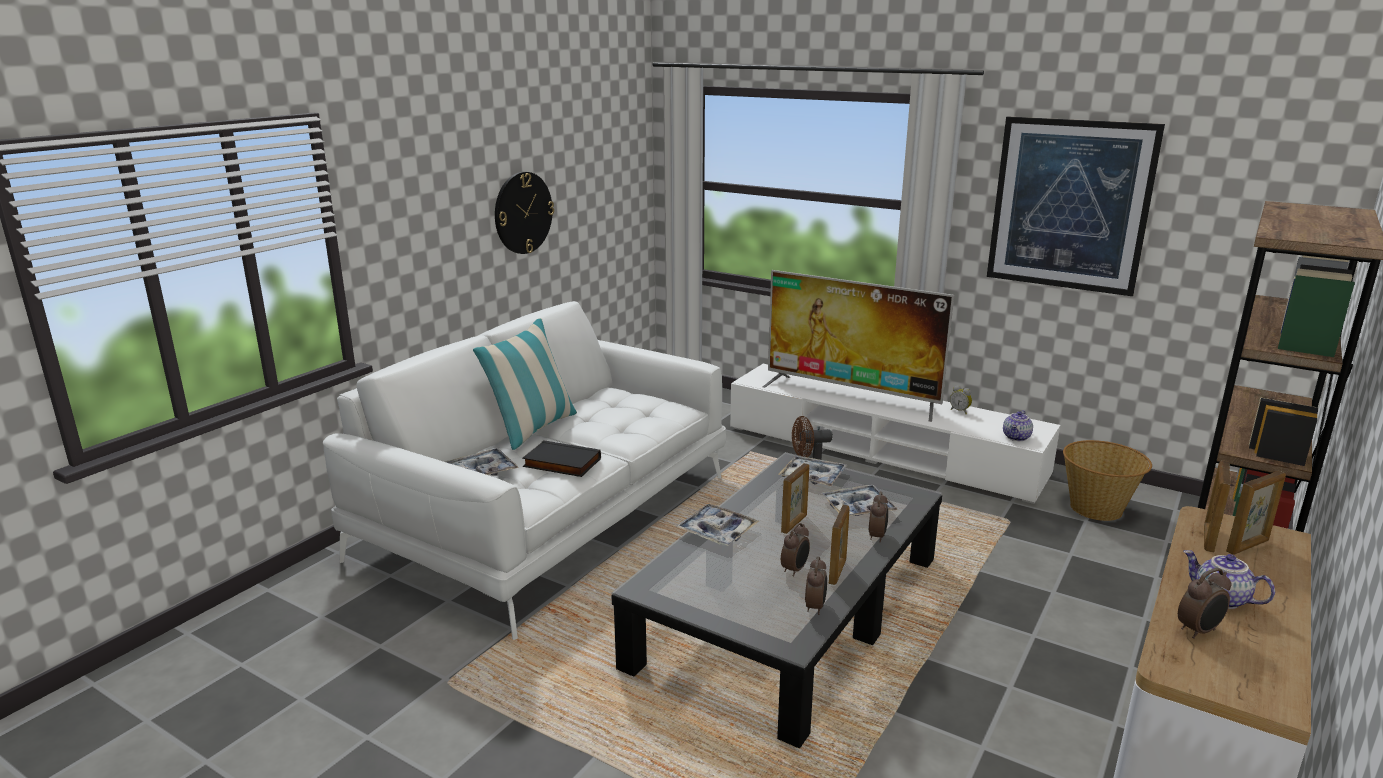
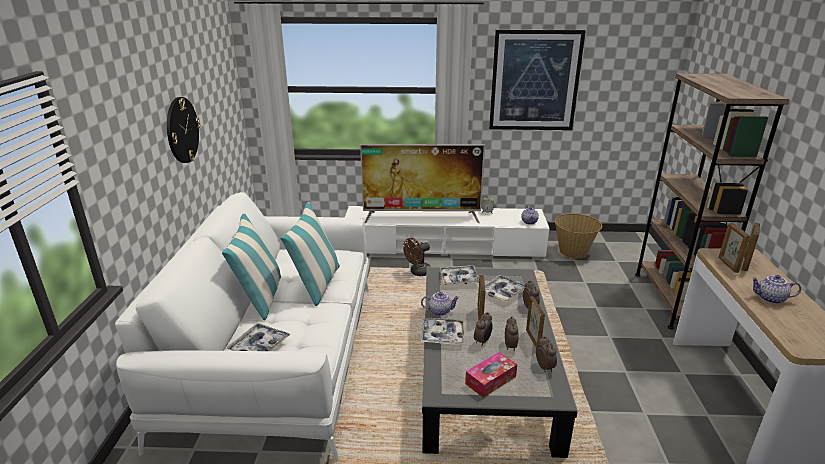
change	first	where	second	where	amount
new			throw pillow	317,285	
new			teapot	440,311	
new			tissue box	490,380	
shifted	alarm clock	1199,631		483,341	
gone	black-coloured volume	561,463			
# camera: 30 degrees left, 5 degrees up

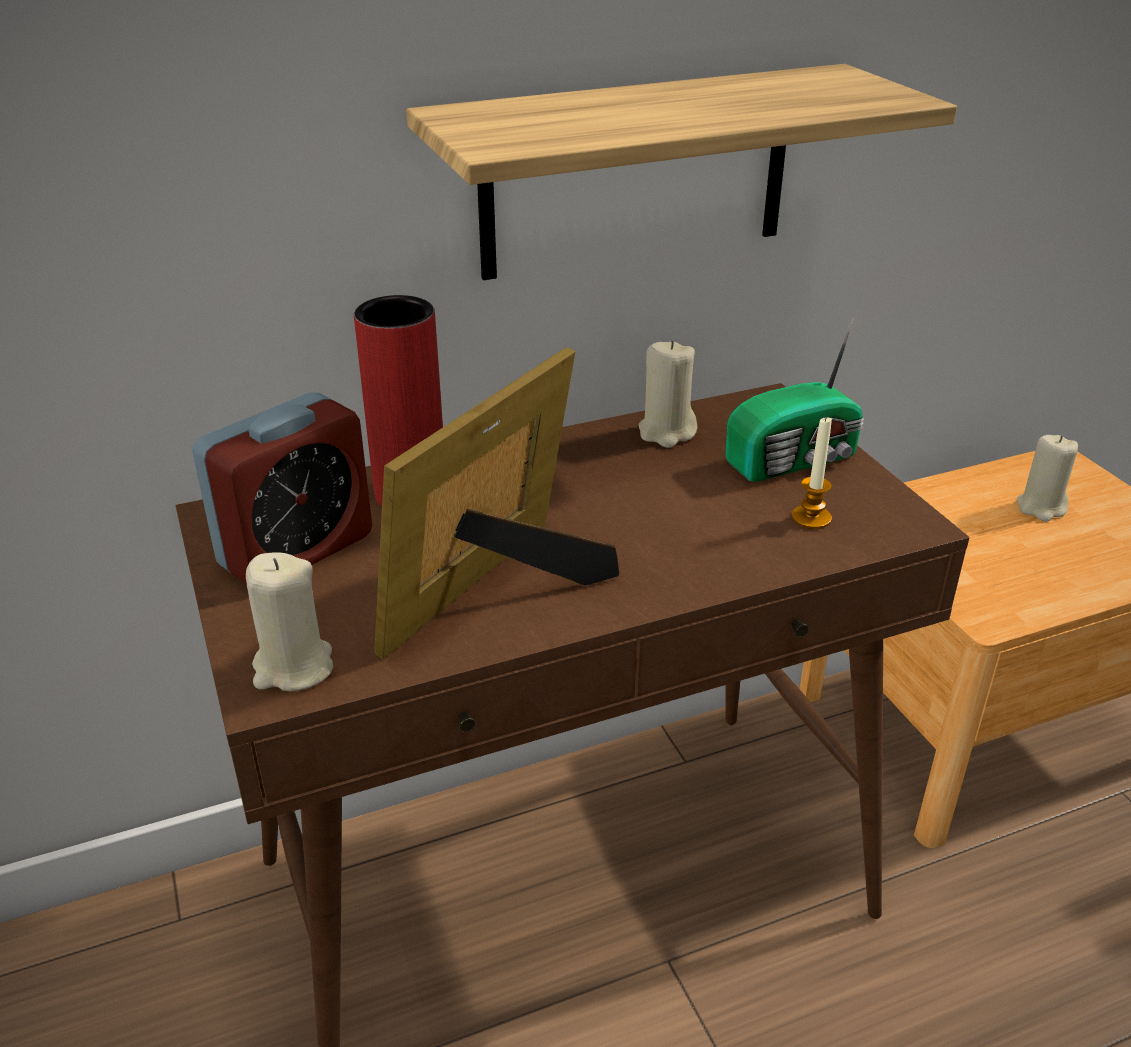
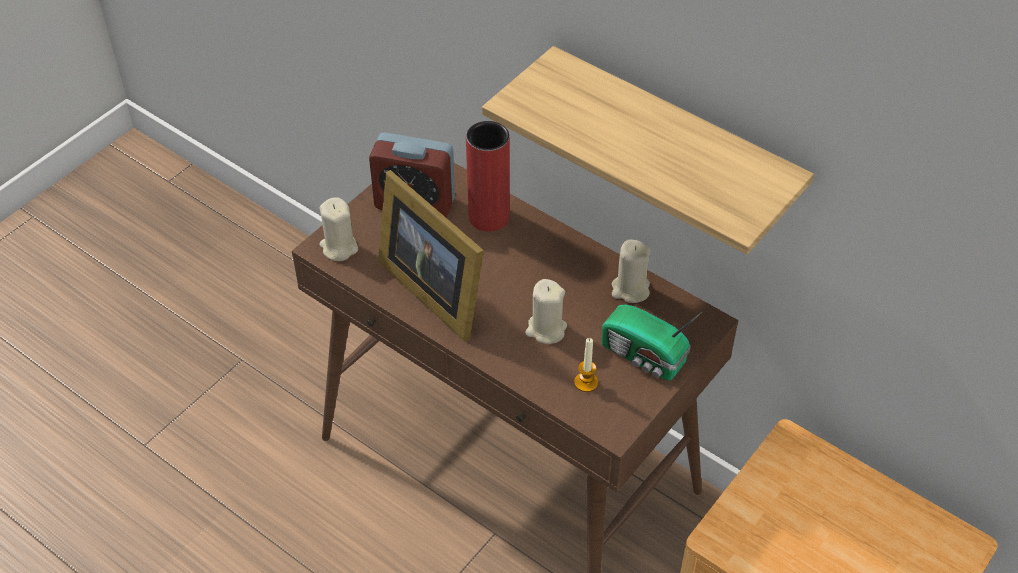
change	first	where	second	where	amount
rotated	photo frame	499,592		434,287	135 degrees counterclockwise
shifted	beige-coloured wax light	1041,507		546,329	
# camera: 60 degrees right, 15 degrees up

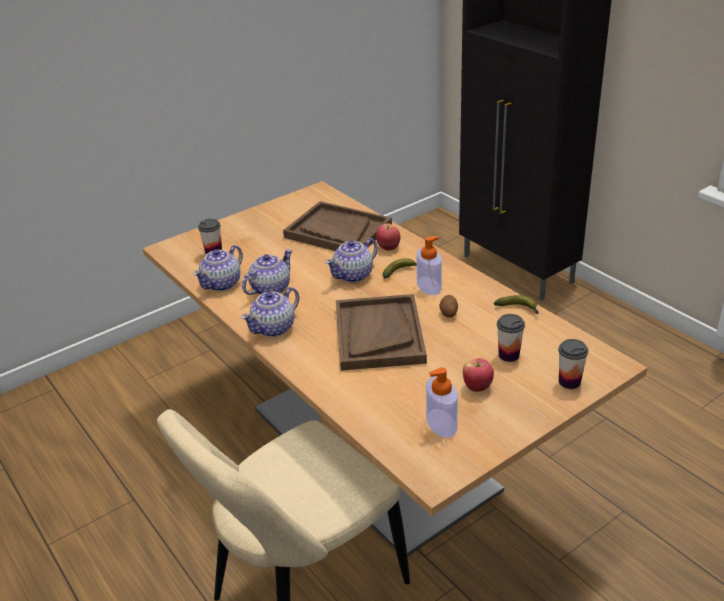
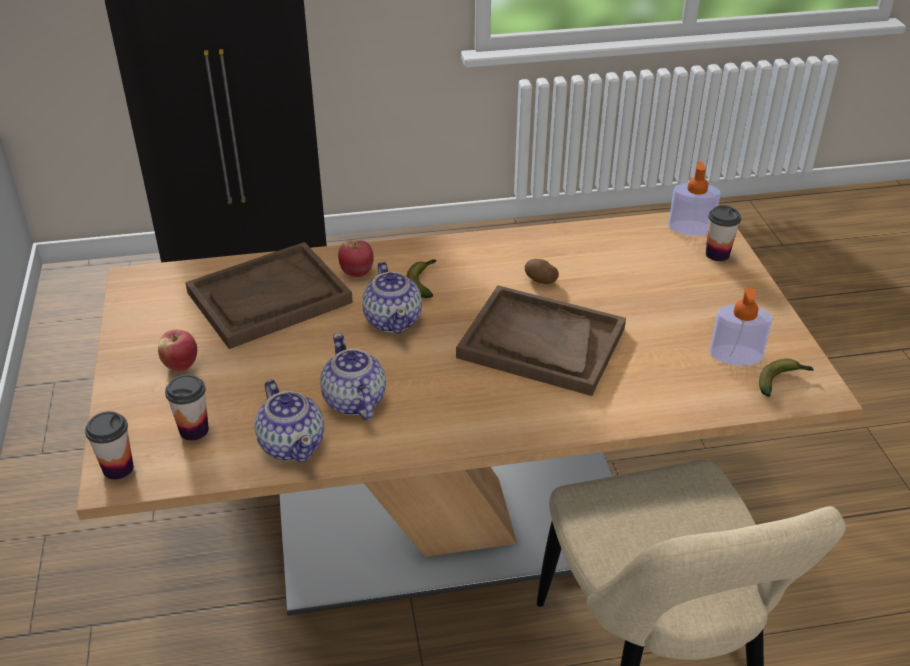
change	first	where	second	where	amount
shifted	cup	508,355		118,468	
shifted	whole apple	477,387		181,365	
shifted	soap dispenser	429,286		690,228	
shifted	banana fruit	519,309		782,381	
gone	teapot	274,328			
# camera: 65 degrees left, 5 degrees up

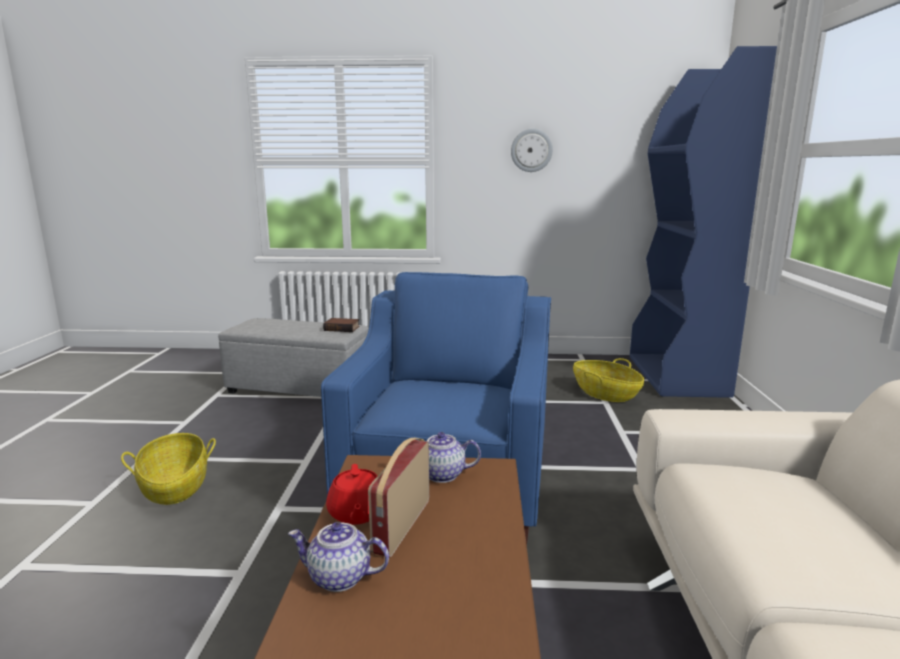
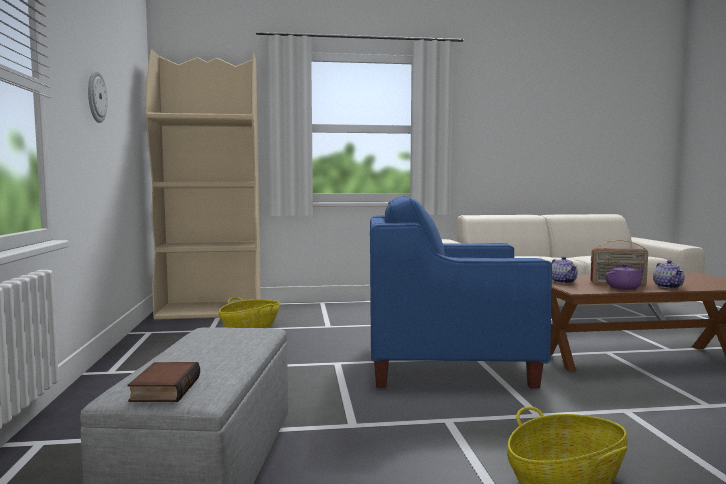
change	first	where	second	where	amount
shifted	volume	342,328		164,388	
repainted	bluish bookcase	677,376	beige-coloured bookcase	211,311	
repainted	reddish teapot	357,513	purple-coloured teapot	624,288	
# camera: 100 degrees left, 10 degrees down

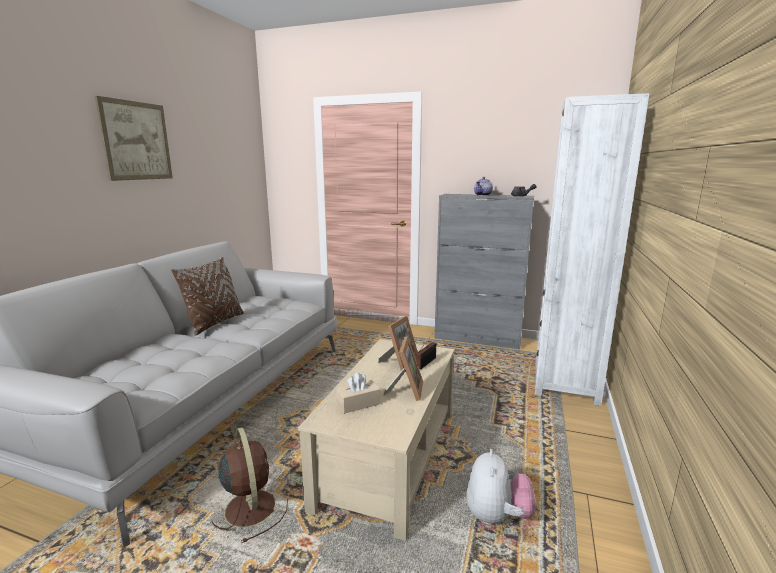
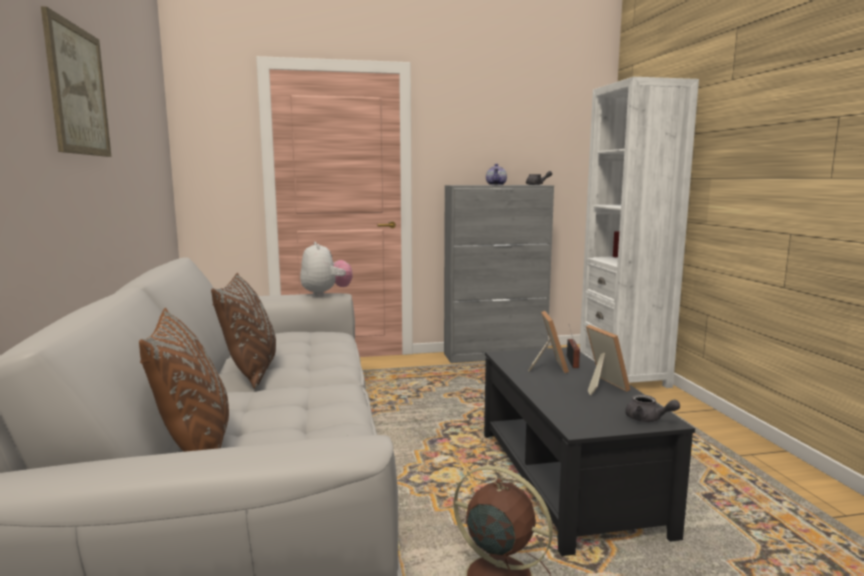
change	first	where	second	where	amount
new			brown throw pillow	195,447	
shifted	soft toy	497,516		326,294	
repainted	beige-coloured coffee table	388,456	black-coloured coffee table	564,479	
new			gray teapot	648,419	
gone	beige-coloured tissue box	358,403			
# camera: 30 degrees left, 5 degrees down

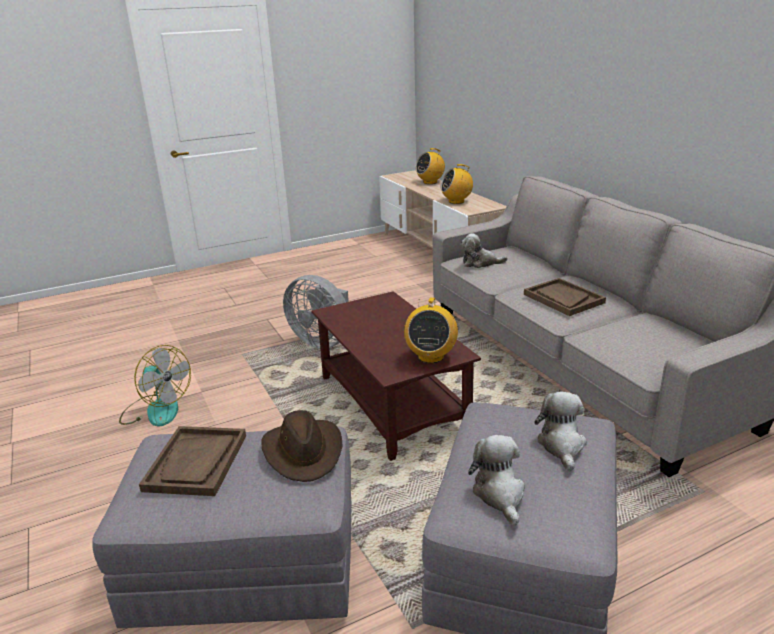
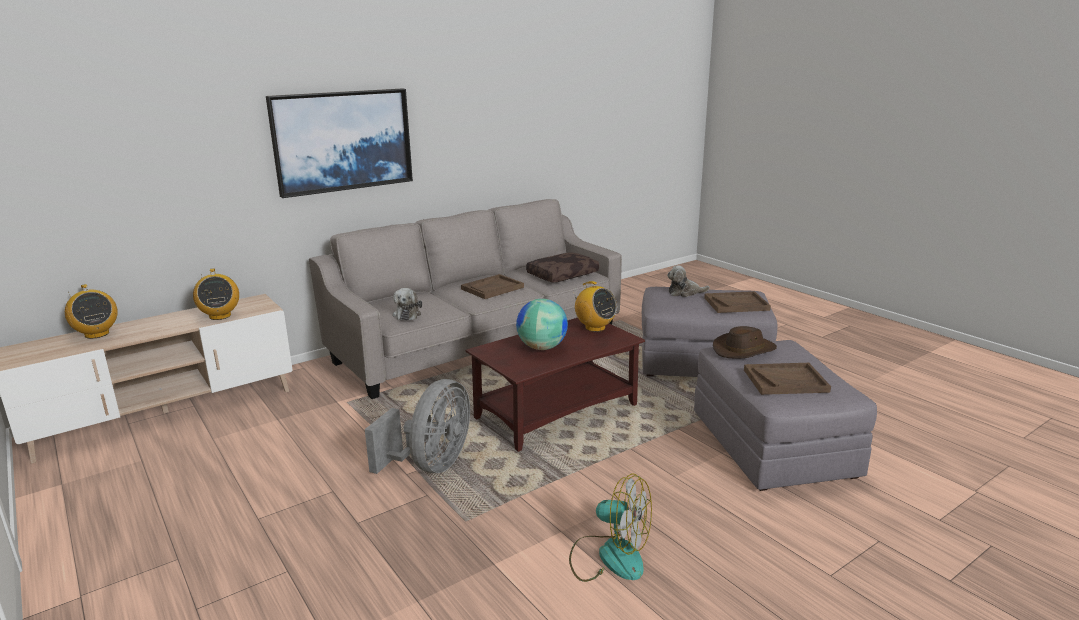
change	first	where	second	where	amount
new			wall picture	342,141	
new			world globe	541,347	
new			brown throw pillow	562,274	
rotated	electric fan	156,410		609,556	90 degrees clockwise
rotated	radio	430,356		594,327	45 degrees clockwise
swapped	soft toy	499,494	brown serving tray	736,304	
# camera: 100 degrees left, 5 degrees down

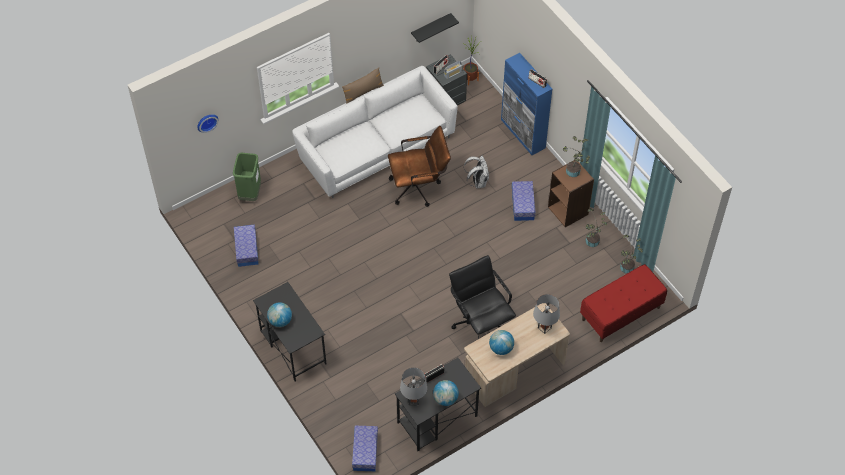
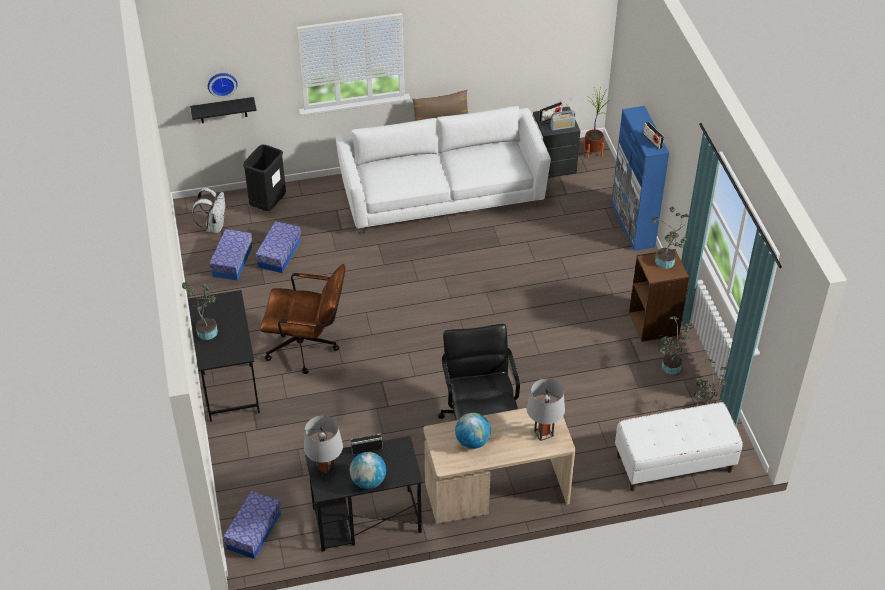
change	first	where	second	where	amount
swapped	world globe	280,321	plant in a pot	207,330	
shifted	black-coloured bracket shelf	430,28		223,110	
shifted	whitish knapsack	477,182		214,227	
repainted	green trash can	250,193	black-coloured trash can	268,204	
shifted	storage box	522,205		279,254	
shifted	brown computer chair	419,187		308,347	
repainted	reddish bench	621,313	whitish bench	673,464	
# camera: 20 degrees right, 10 degrees down

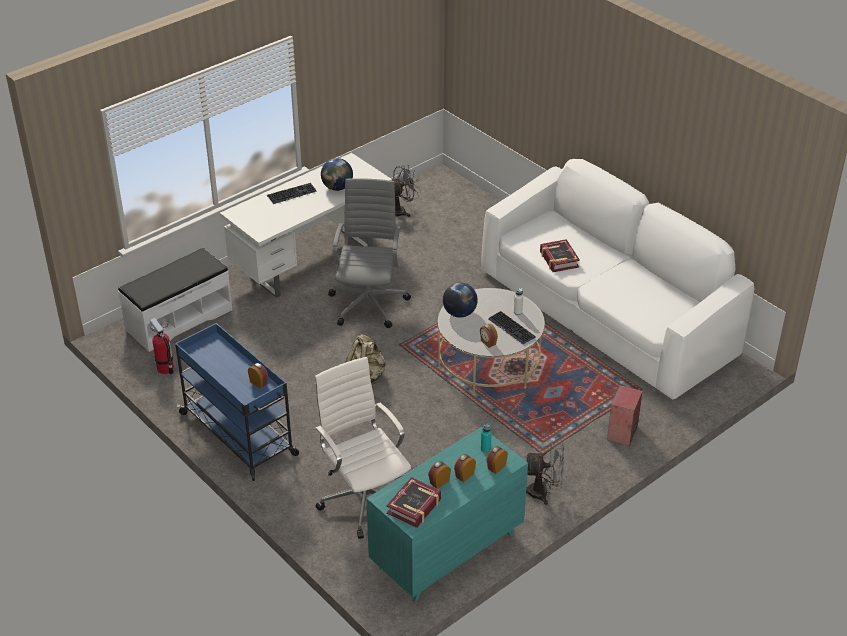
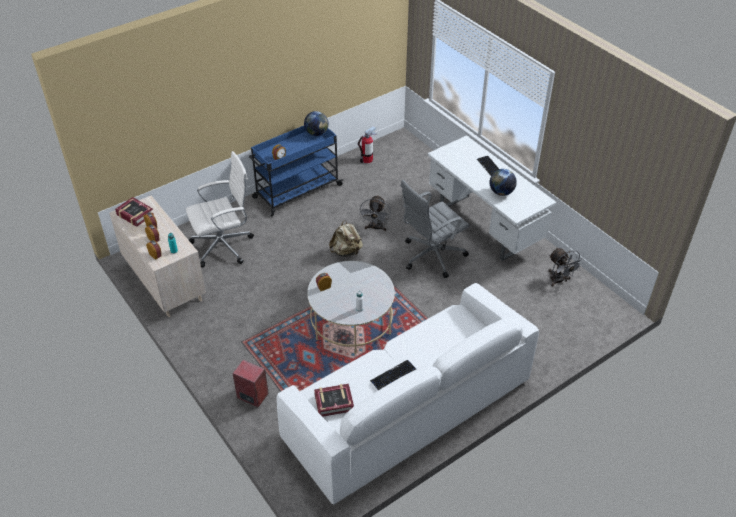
change	first	where	second	where	amount
repainted	turquoise chest of drawers	446,552	beige-coloured chest of drawers	164,281	
shifted	world globe	459,313		316,133	
shifted	volume	558,259		334,402	
shifted	gray electric fan	543,492		375,228	
shifted	computer keyboard	512,328		393,375	
rotated	gray computer chair	369,302		431,256	135 degrees clockwise
gone	whitish bench	179,319			
# camera: 95 degrees right, 5 degrees up

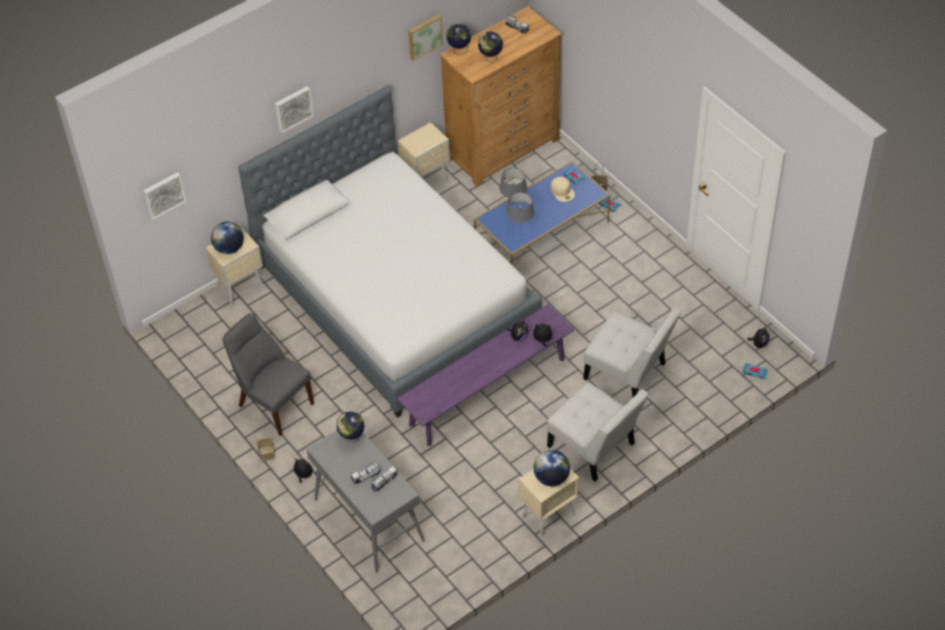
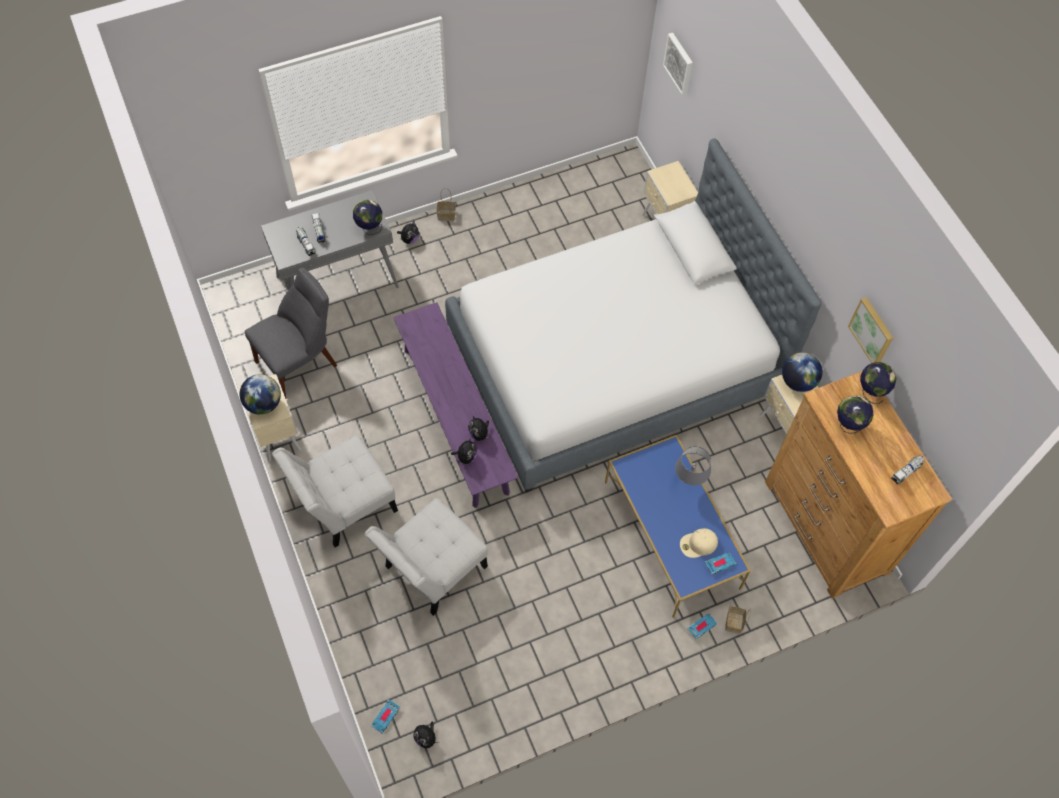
change	first	where	second	where	amount
shifted	gray plain chair	273,403		300,362	
shifted	world globe	229,248		797,381	
gone	wall picture	293,108			
gone	gray lamp for a table	520,229			
# camera: 100 degrees right, 10 degrees up

